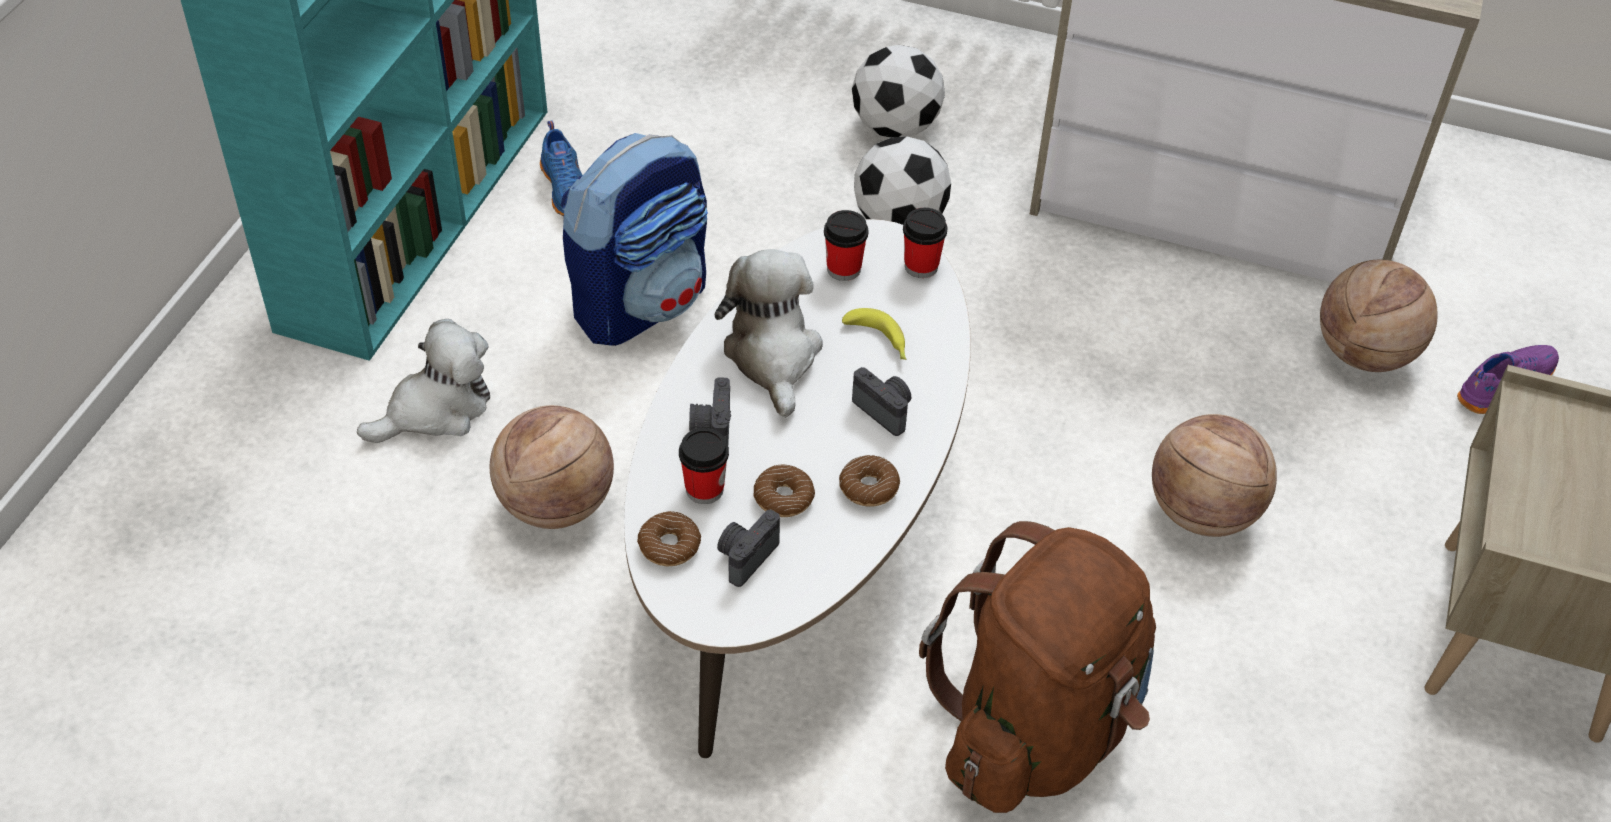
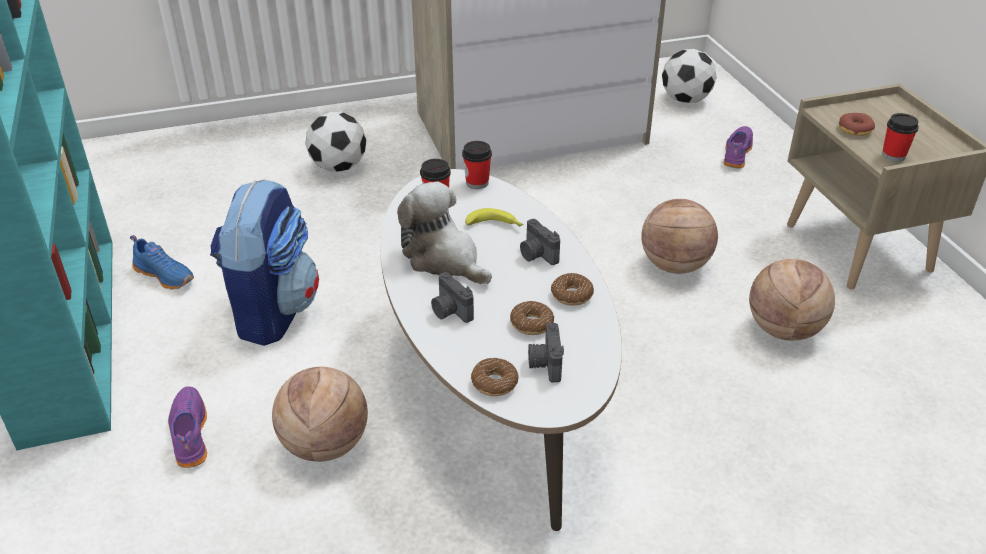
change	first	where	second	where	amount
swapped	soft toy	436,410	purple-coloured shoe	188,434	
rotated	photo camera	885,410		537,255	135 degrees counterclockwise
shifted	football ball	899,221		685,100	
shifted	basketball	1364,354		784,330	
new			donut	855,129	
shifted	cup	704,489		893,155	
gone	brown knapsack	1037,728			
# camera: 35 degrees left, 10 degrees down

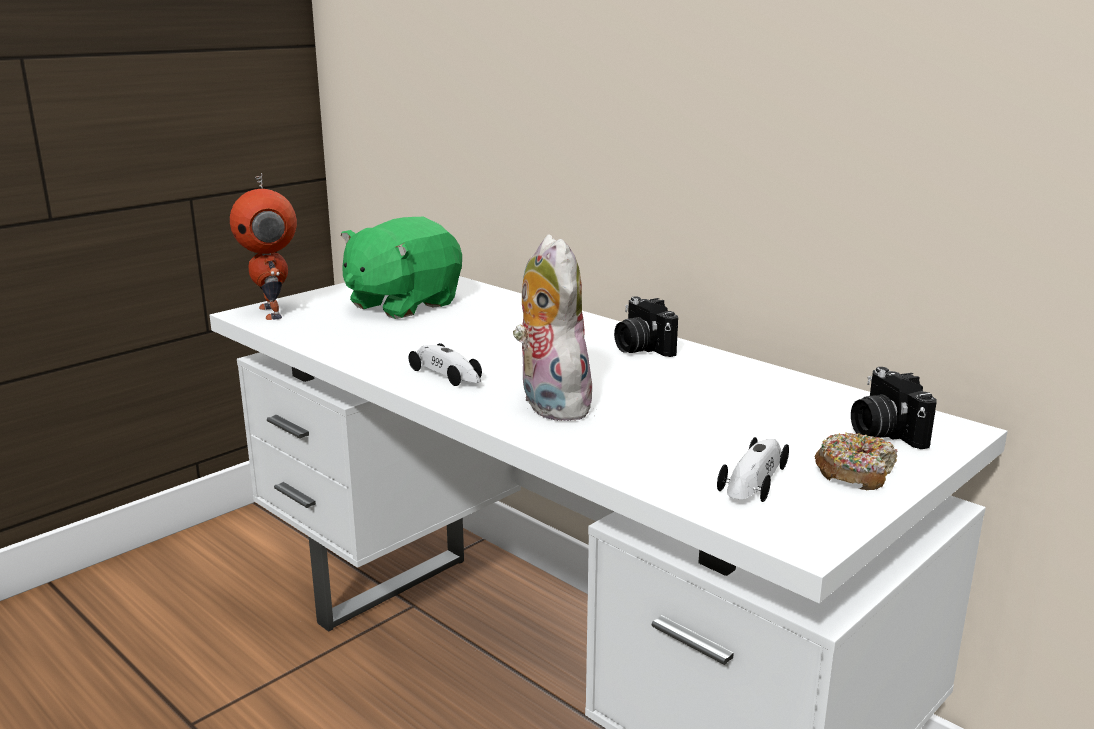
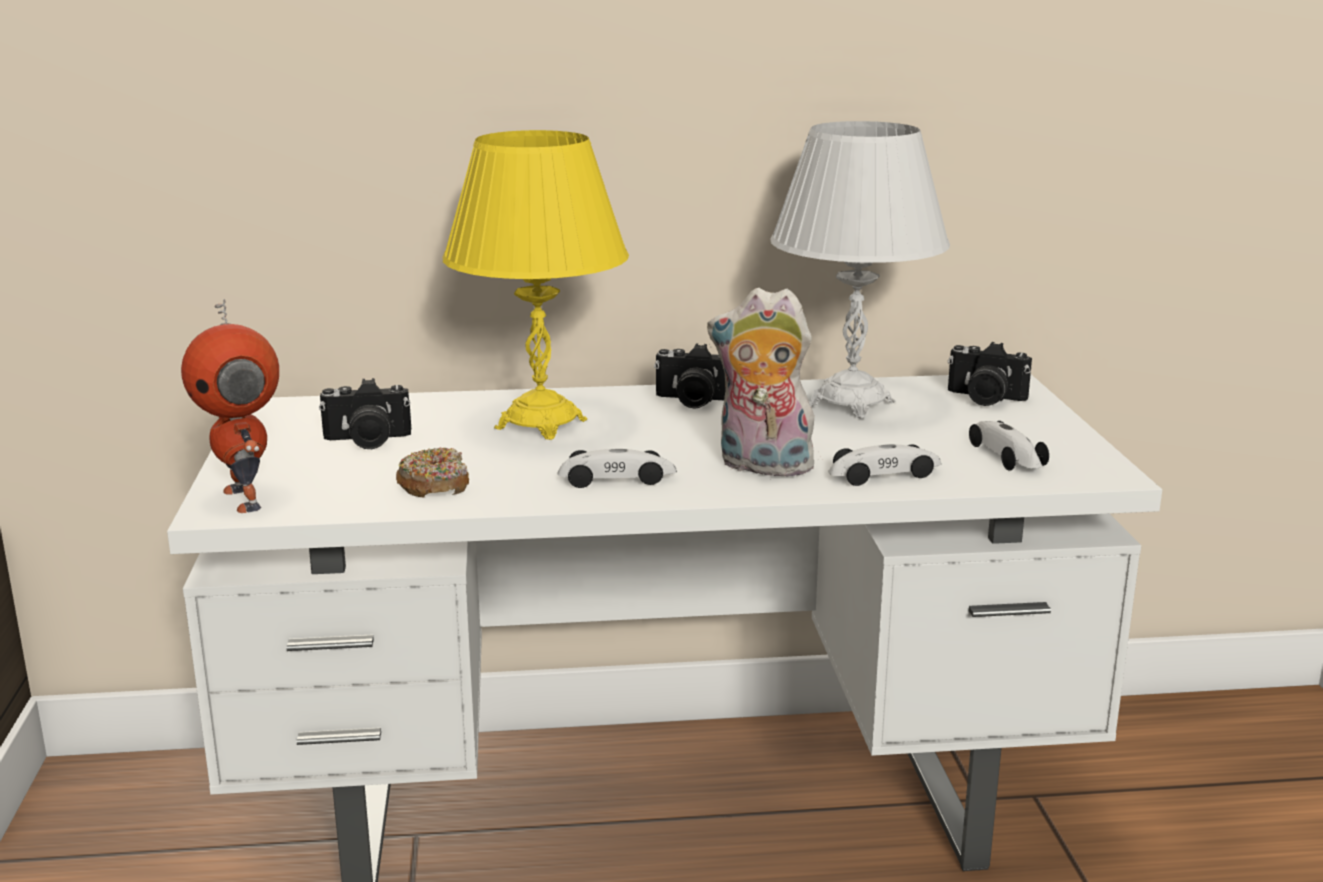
change	first	where	second	where	amount
rotated	robot figure	273,312		246,499	45 degrees clockwise
swapped	green soft toy	402,304	photo camera	367,441	
shifted	donut	855,473		434,485	
new			yellowish lamp for a table	541,424	
new			whitish lamp for a table	851,403	
new			toy car	885,475	
# camera: 50 degrees left, 0 degrees up

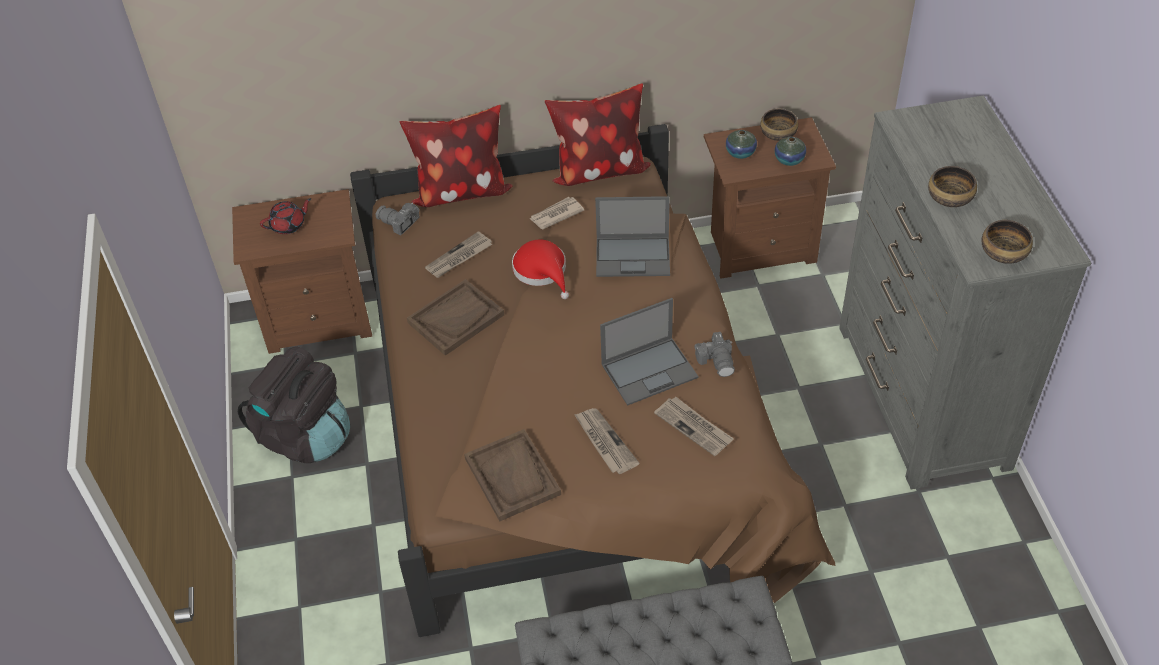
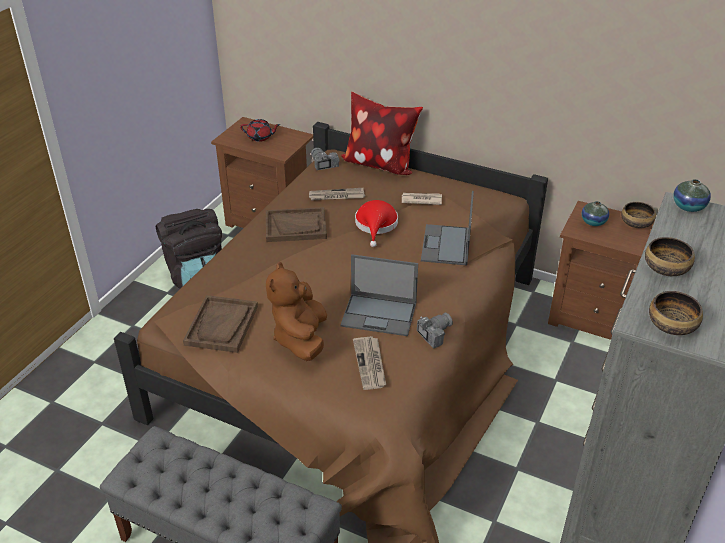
change	first	where	second	where	amount
swapped	newspaper	604,442	brown soft toy	301,339	
rotated	photo camera	717,361		433,334	150 degrees counterclockwise
rotated	notebook computer	634,256		446,245	60 degrees clockwise
shifted	flower vase	789,160		688,207	
gone	throw pillow	598,170			
# camera: 35 degrees right, 10 degrees down

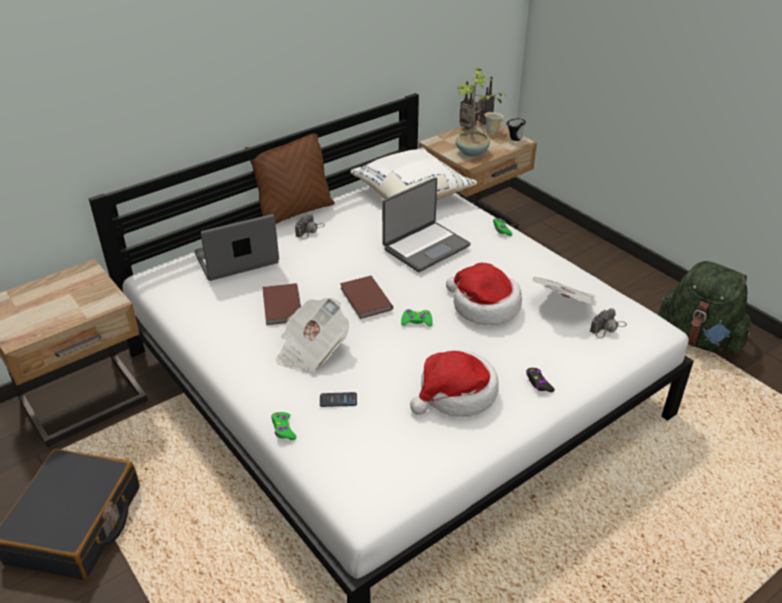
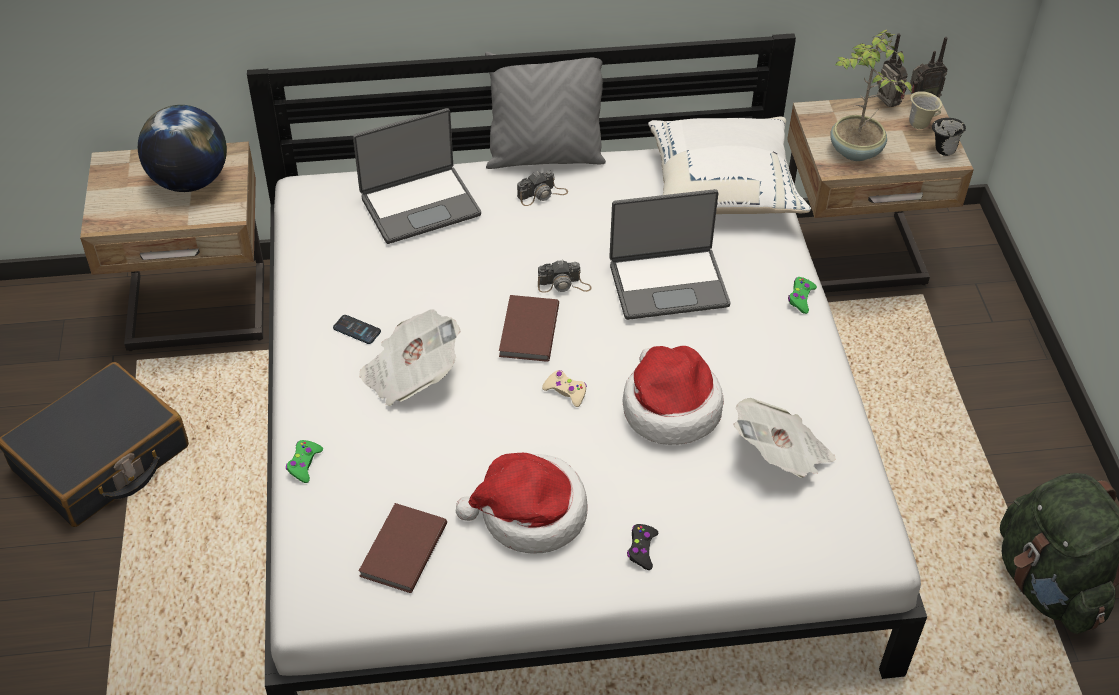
change	first	where	second	where	amount
new			world globe	190,181	
shifted	handset	338,400		357,330	
rotated	notebook computer	237,260		420,205	150 degrees clockwise
shifted	brown volume	281,306		401,550	
repainted	brown throw pillow	295,212	gray throw pillow	545,157	
shifted	photo camera	608,327		564,284	
repainted	green gamepad	416,321	beige-coloured gamepad	565,391	
# camera: 30 degrees right, 10 degrees up

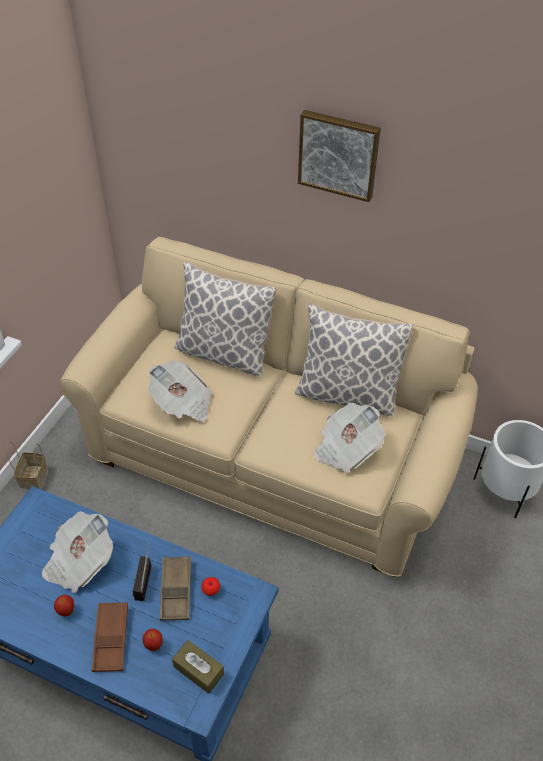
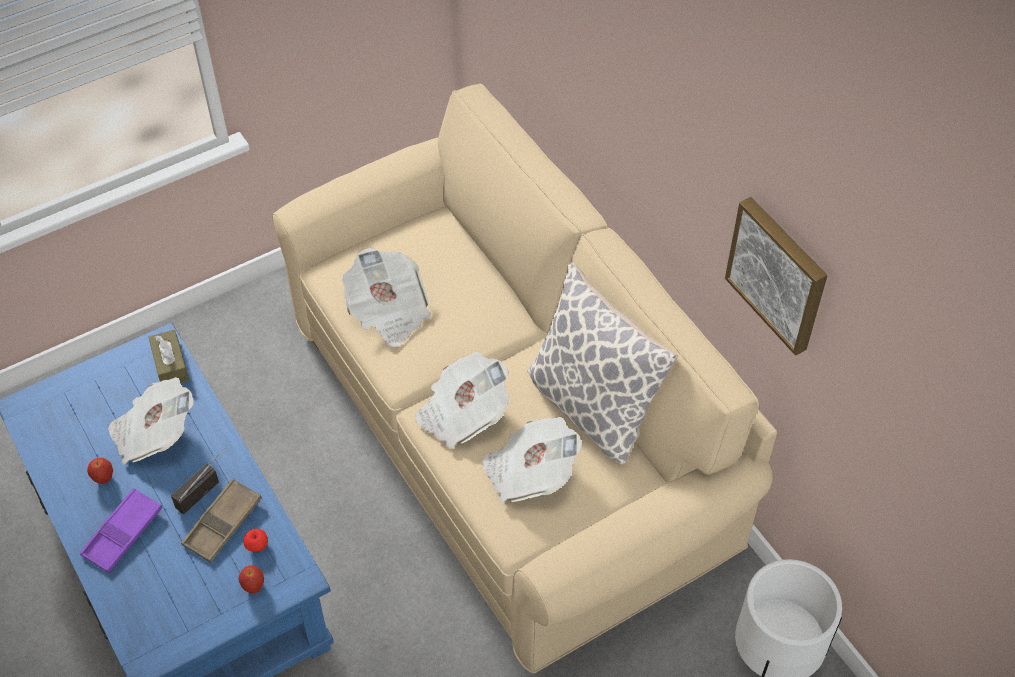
change	first	where	second	where	amount
repainted	brown serving tray	111,639	purple-coloured serving tray	123,533	
shifted	brown tissue box	198,670		170,365	
shifted	whole apple	154,645		253,587	
new			newspaper	462,414	
shifted	wall picture	339,154		779,274	
gone	storage basket	33,476			
gone	throw pillow	223,353			
# camera: 35 degrees right, 5 degrees up

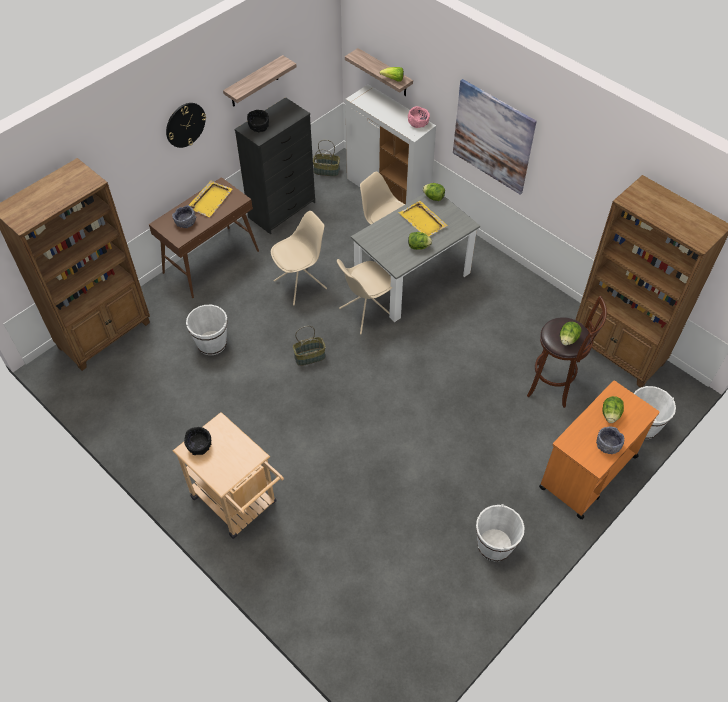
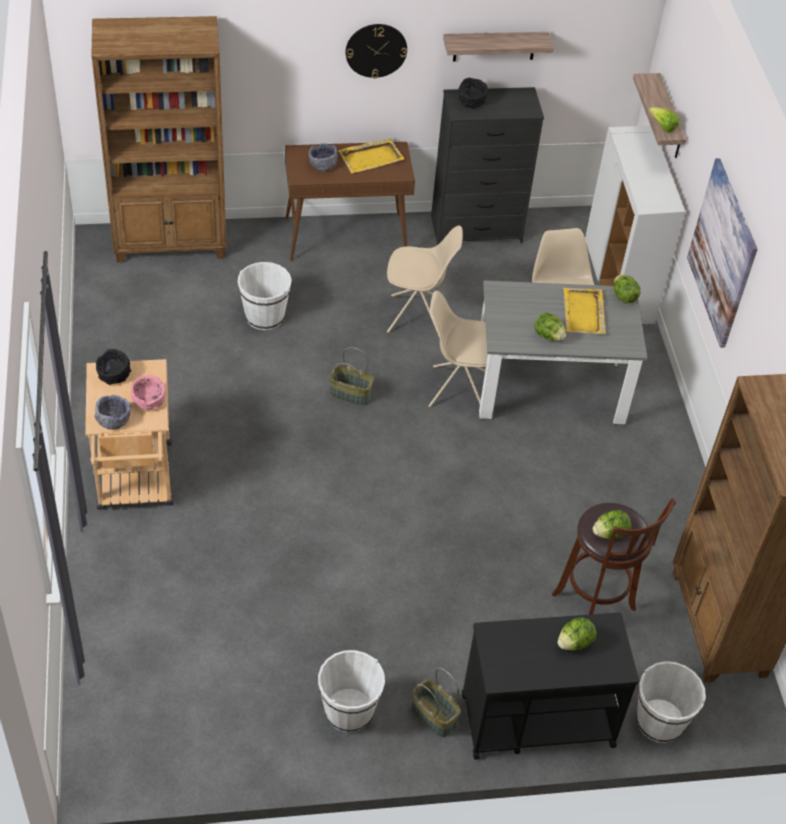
change	first	where	second	where	amount
shifted	gray deep dish	607,445		113,420	
shifted	pink-coloured deep dish	418,123		149,401	
shifted	storage basket	327,170		435,716	
repainted	orangey cart	587,472	black-coloured cart	536,719	
# camera: 35 degrees right, 5 degrees down

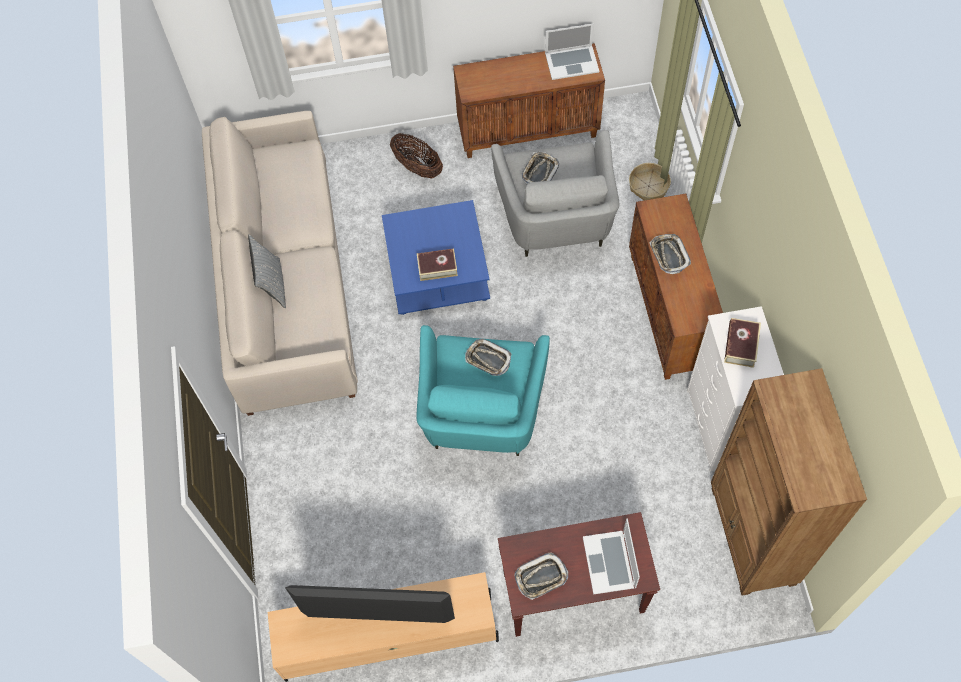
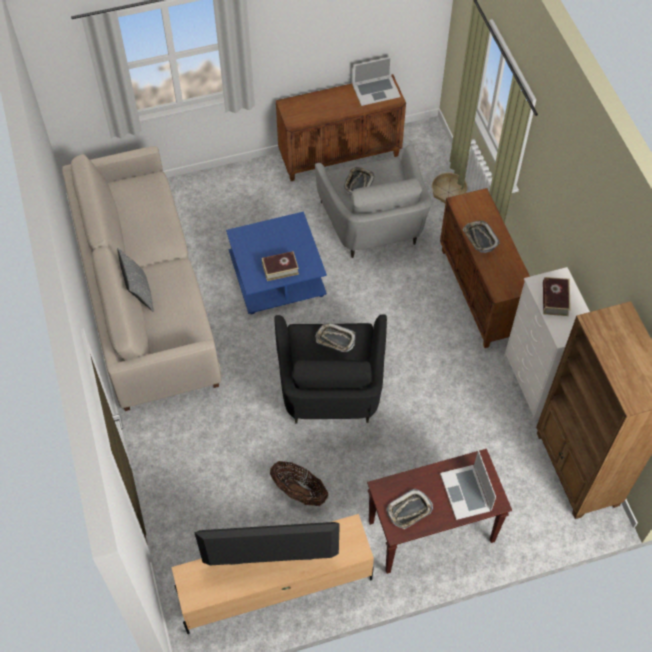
change	first	where	second	where	amount
shifted	storage basket	417,167		299,491	
repainted	turquoise armchair	481,413	black-coloured armchair	331,390	
# camera: 10 degrees left, 5 degrees down

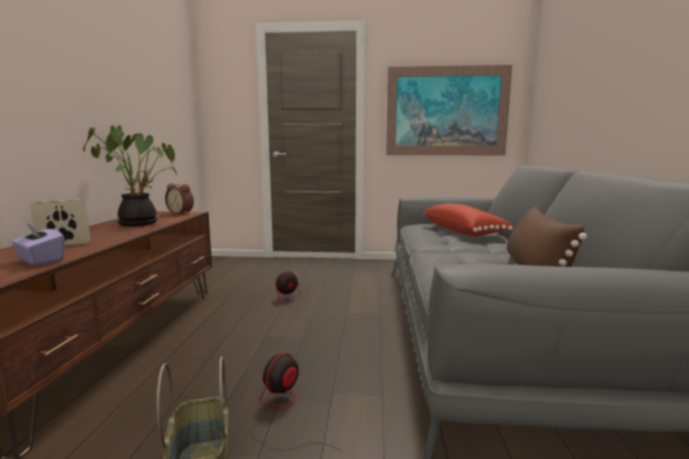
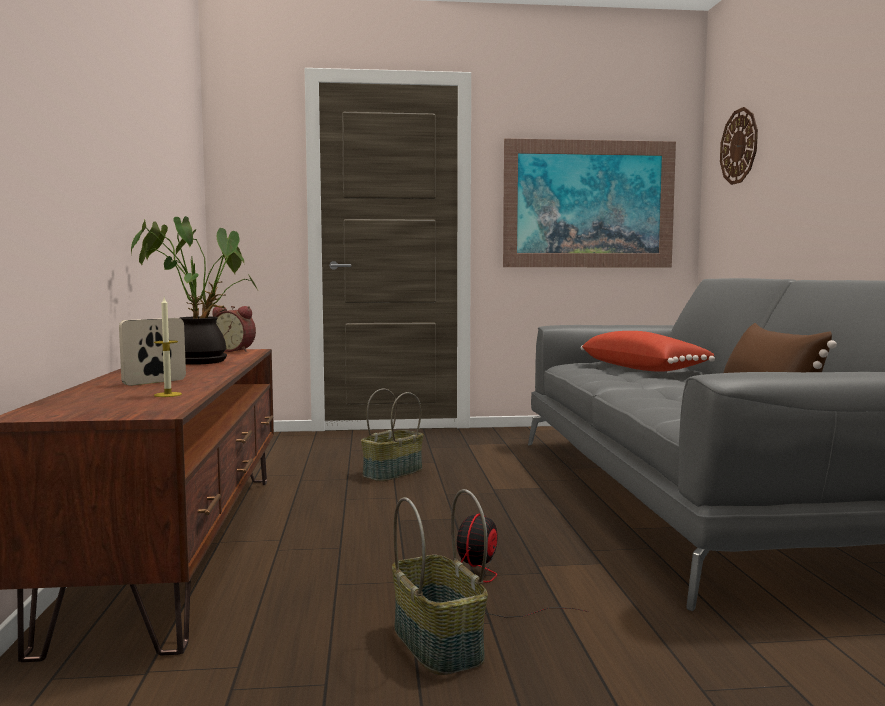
change	first	where	second	where	amount
swapped	purple-coloured tissue box	40,260	wax light	168,394	
swapped	electric fan	290,294	storage basket	393,473	
new			wall clock	739,146	
# camera: 10 degrees left, 5 degrees down

